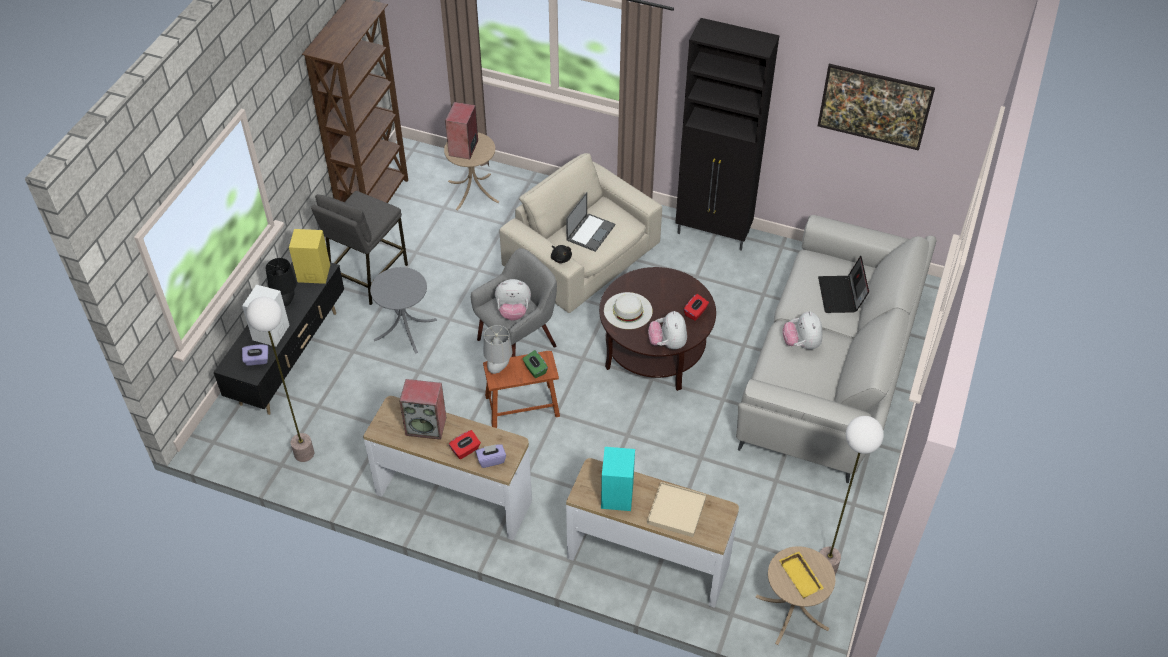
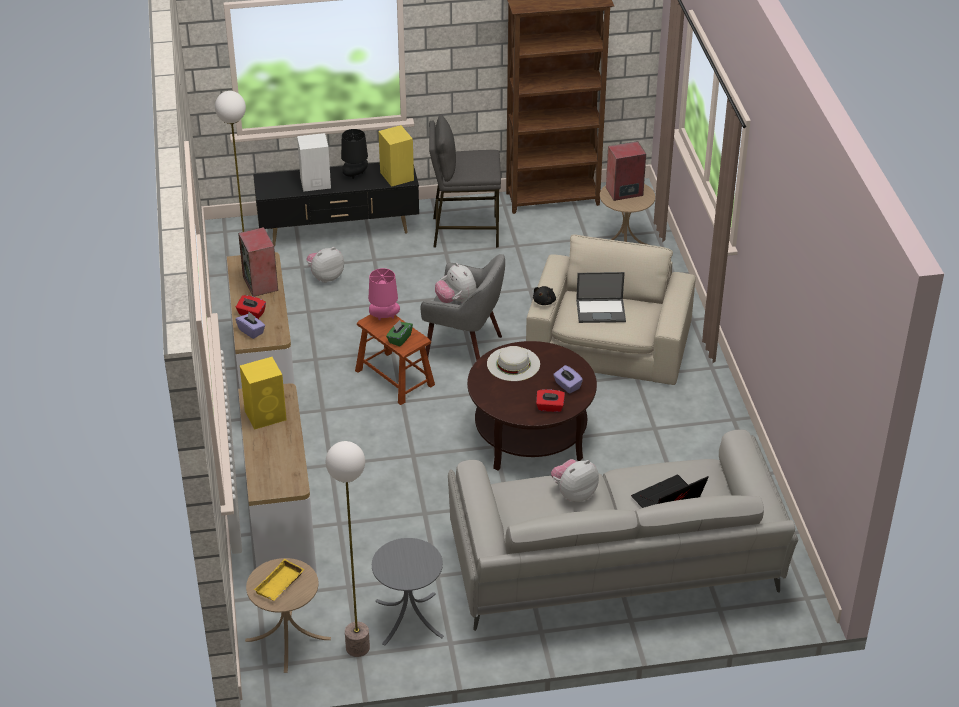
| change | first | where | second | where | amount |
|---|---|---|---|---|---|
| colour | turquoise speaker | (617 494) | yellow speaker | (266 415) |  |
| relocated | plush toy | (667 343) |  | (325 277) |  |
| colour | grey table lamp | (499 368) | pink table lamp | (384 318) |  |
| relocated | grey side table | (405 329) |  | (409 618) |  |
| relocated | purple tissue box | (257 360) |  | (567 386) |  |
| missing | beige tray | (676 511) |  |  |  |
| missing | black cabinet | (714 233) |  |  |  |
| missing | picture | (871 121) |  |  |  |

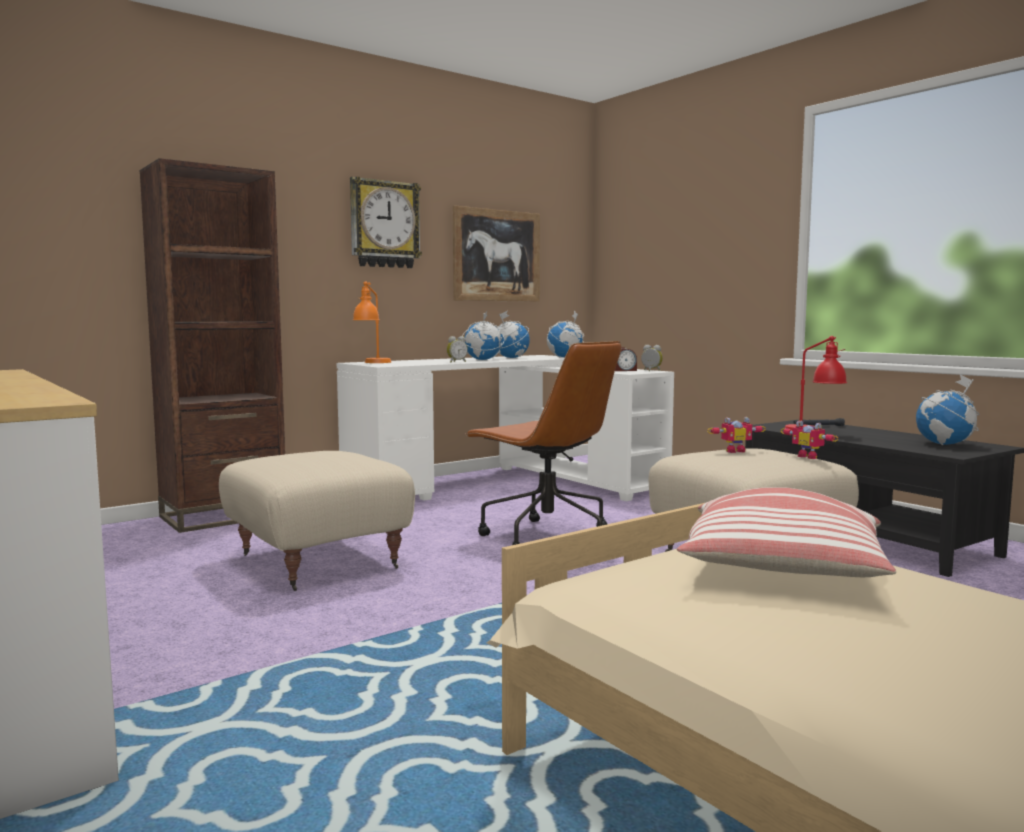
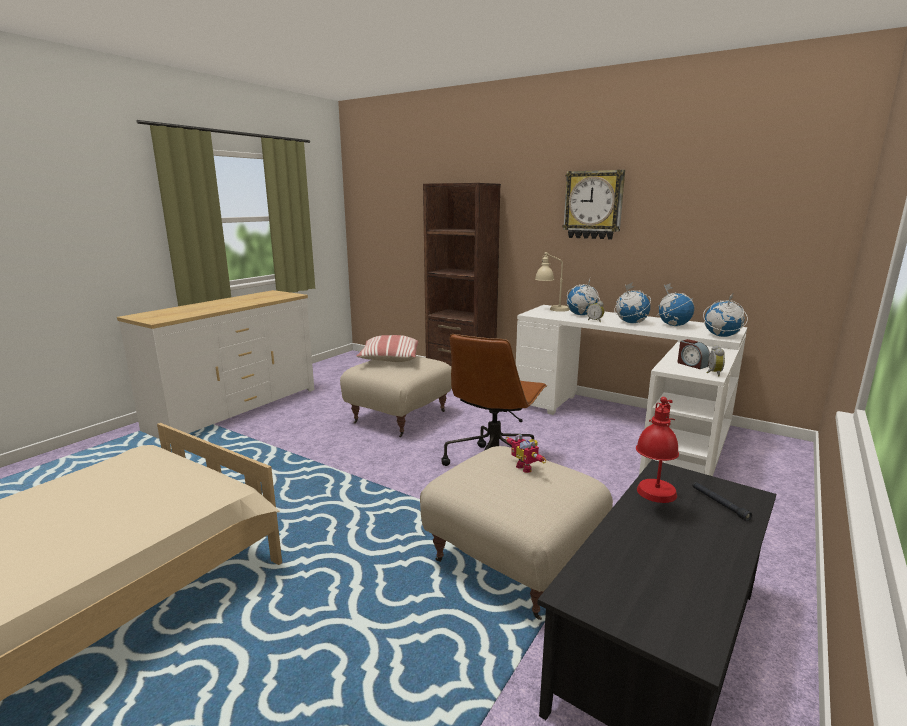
| change | first | where | second | where | amount |
|---|---|---|---|---|---|
| relocated | pillow | (783 571) |  | (389 359) |  |
| colour | orange table lamp | (373 363) | beige table lamp | (551 309) |  |
| relocated | globe | (945 444) |  | (581 315) |  |
| missing | picture | (497 256) |  |  |  |
| missing | toy robot | (809 456) |  |  |  |

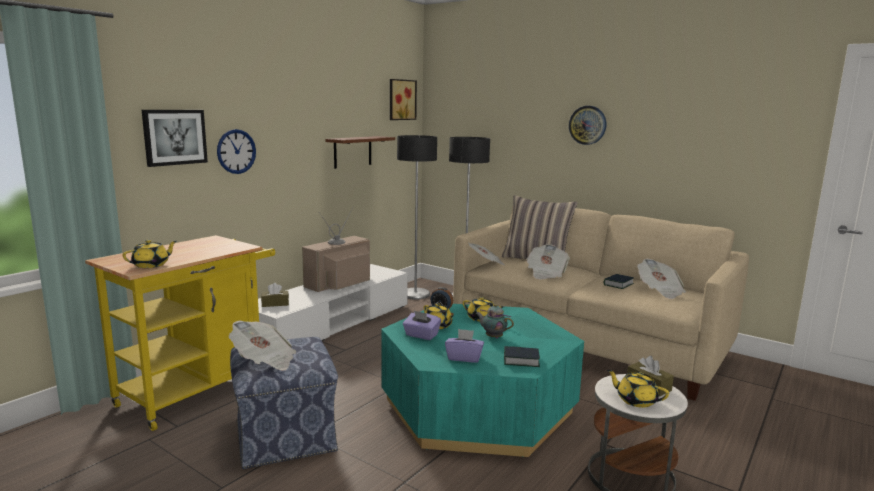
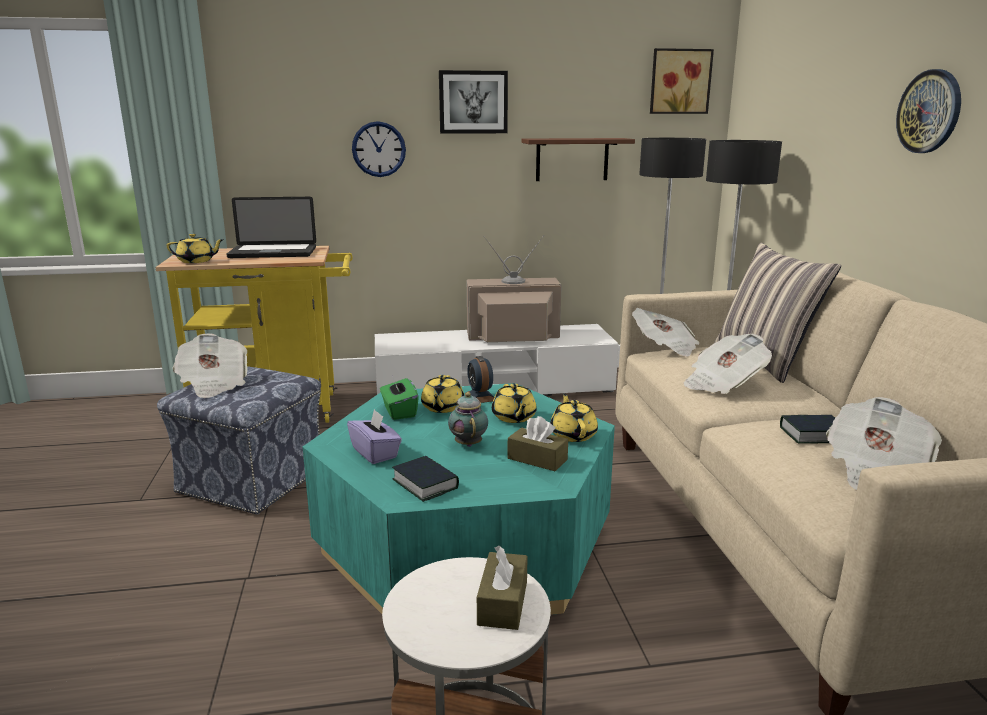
| change | first | where | second | where | amount |
|---|---|---|---|---|---|
| appeared |  |  | laptop | (273 253) |  |
| colour | purple tissue box | (421 335) | green tissue box | (399 411) |  |
| relocated | picture | (174 137) |  | (473 102) |  |
| relocated | brown tissue box | (275 304) |  | (537 459) |  |
| relocated | yellow teapot | (635 400) |  | (573 434) |  |

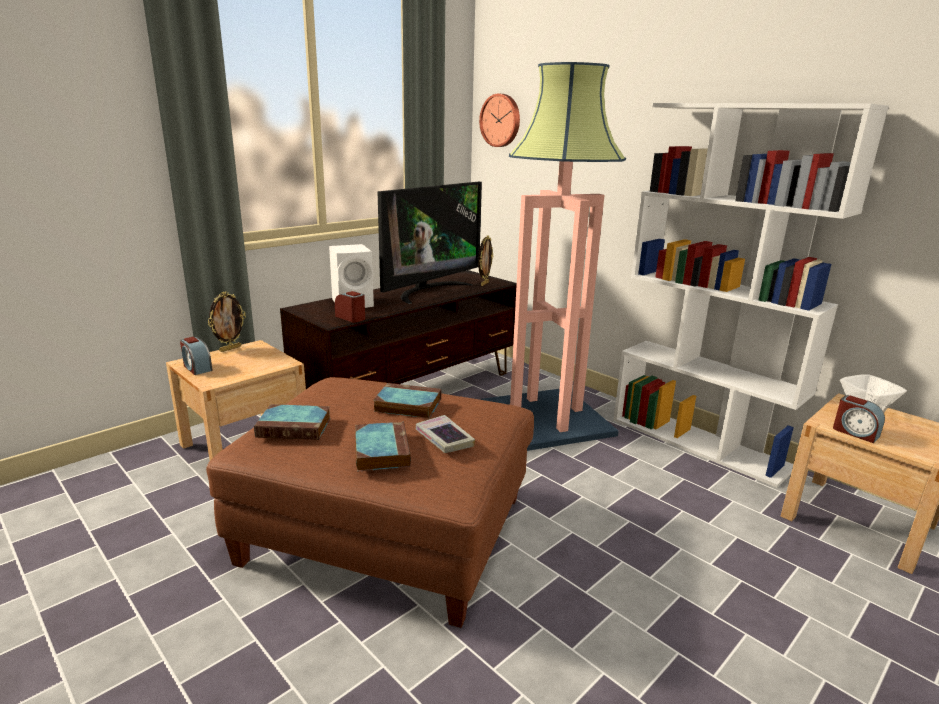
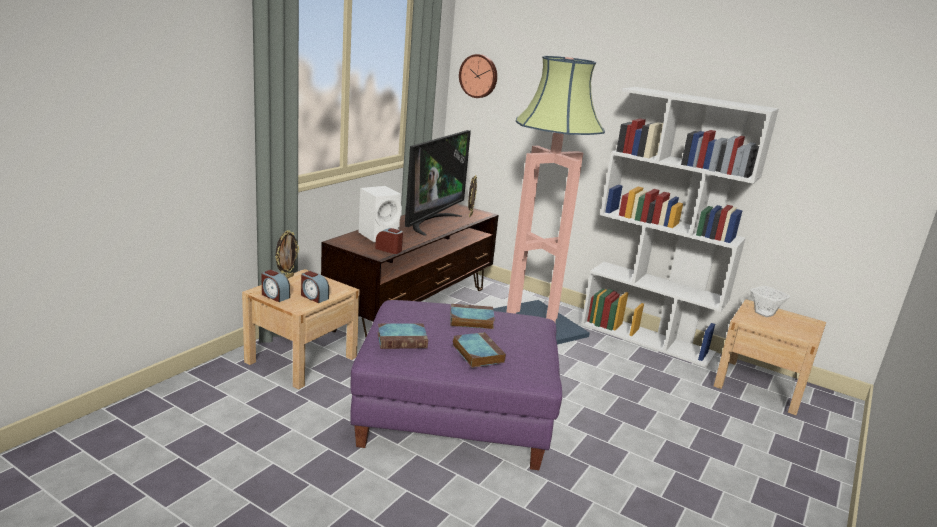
| change | first | where | second | where | amount |
|---|---|---|---|---|---|
| relocated | alarm clock | (855 432) |  | (314 297) |  |
| colour | brown ottoman | (389 529) | purple ottoman | (456 414) |  |
| missing | book | (444 439) |  |  |  |

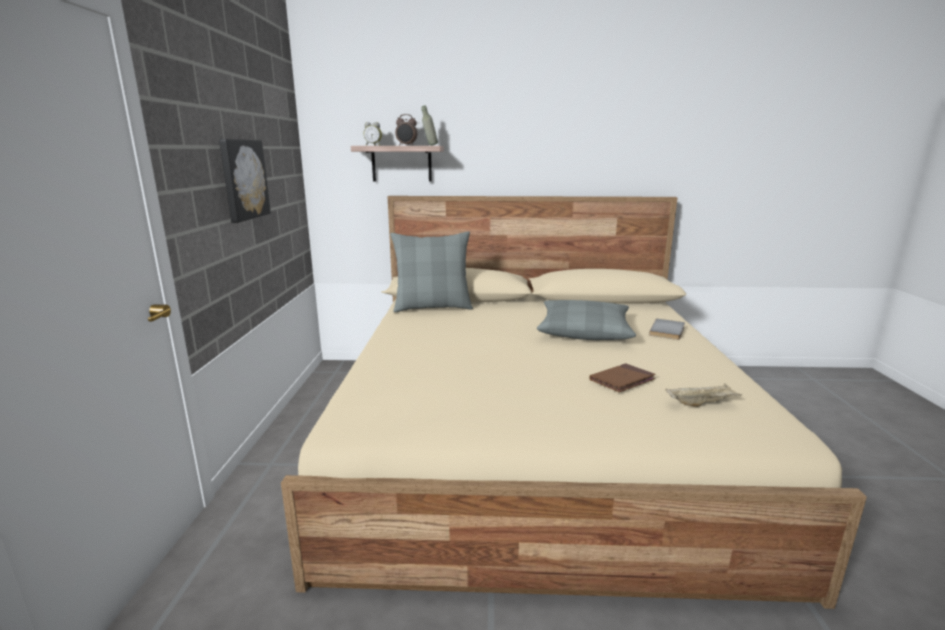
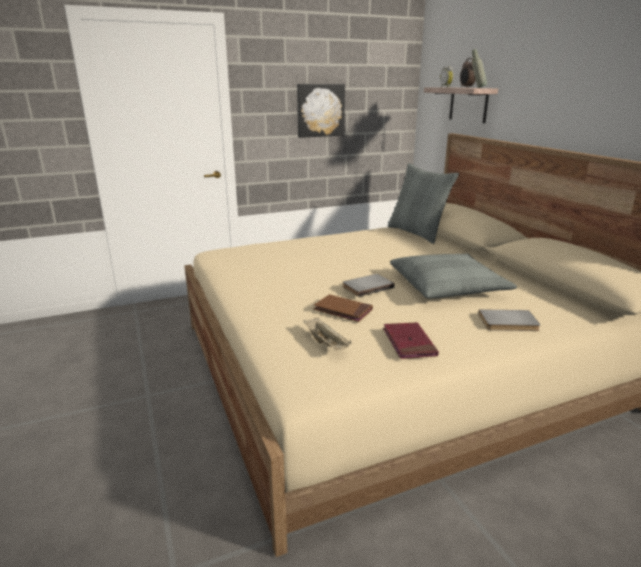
| change | first | where | second | where | amount |
|---|---|---|---|---|---|
| appeared |  |  | grey book | (367 286) |  |
| appeared |  |  | red book | (409 343) |  |

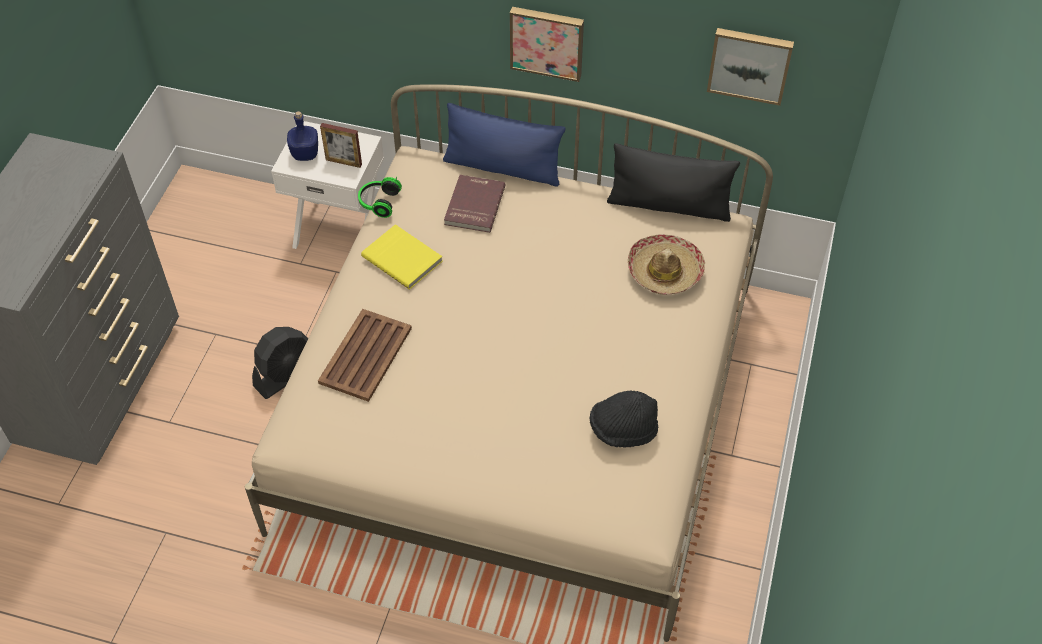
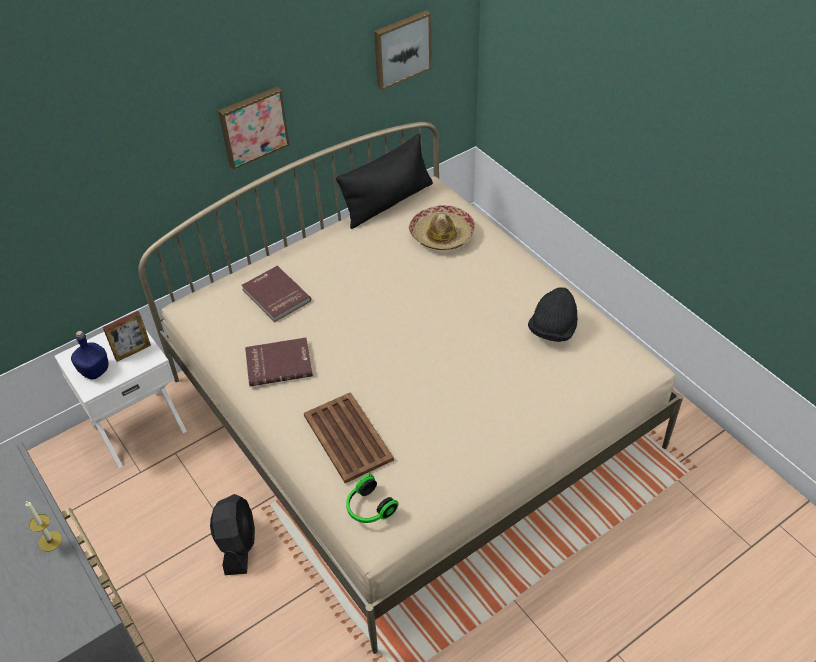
| change | first | where | second | where | amount |
|---|---|---|---|---|---|
| appeared |  |  | candle | (50 541) |  |
| colour | yellow book | (403 258) | red book | (279 363) |  |
| relocated | headphones | (378 202) |  | (369 508) |  |
| missing | blue pillow | (503 168) |  |  |  |

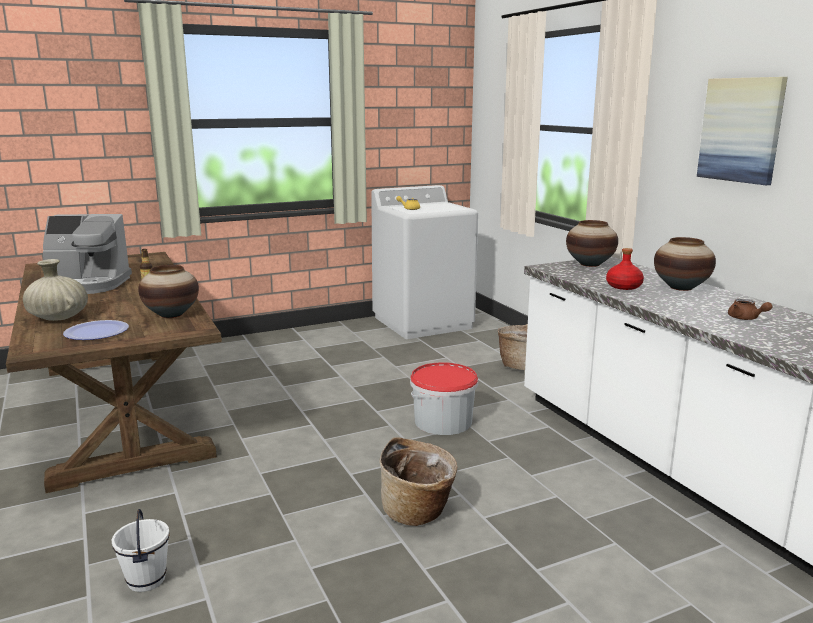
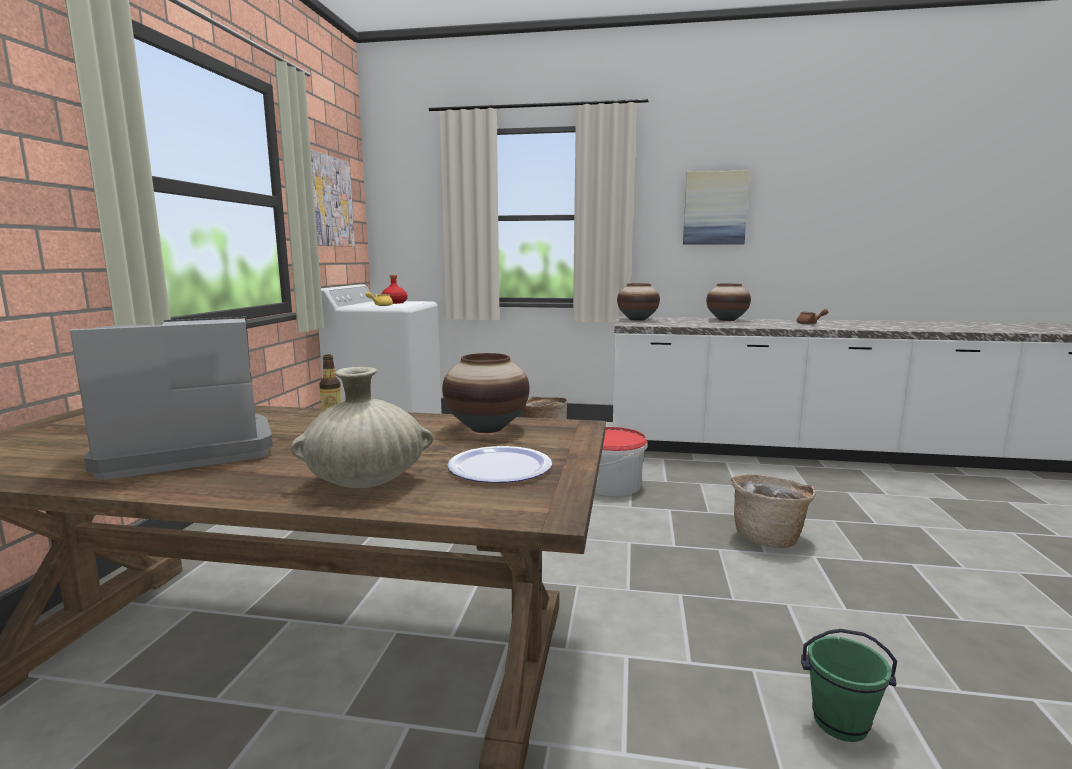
| change | first | where | second | where | amount |
|---|---|---|---|---|---|
| spun | coffee machine | (86 285) |  | (186 450) | 150 degrees counterclockwise |
| appeared |  |  | picture | (327 201) |  |
| relocated | red bottle | (623 286) |  | (394 303) |  |
| colour | white bucket | (145 580) | green bucket | (840 724) |  |

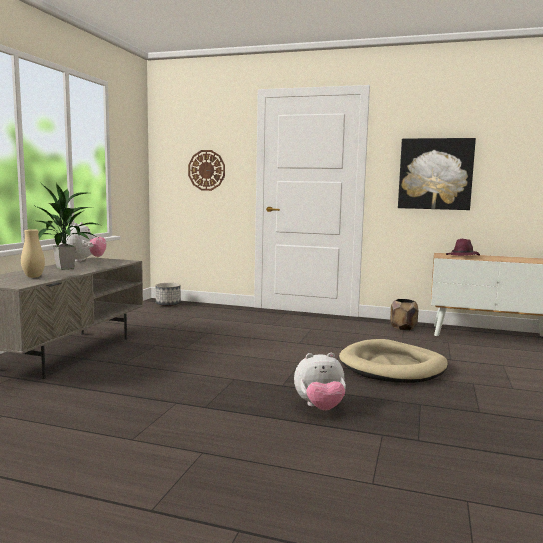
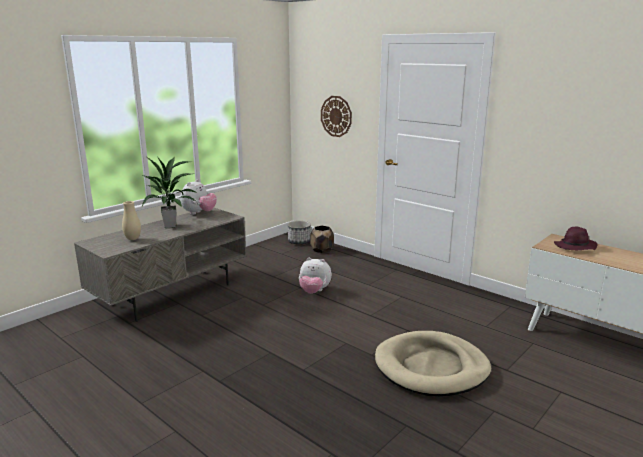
| change | first | where | second | where | amount |
|---|---|---|---|---|---|
| relocated | plush toy | (320 407) |  | (314 291) |  |
| relocated | brown planter | (402 327) |  | (321 250) |  |
| missing | picture | (435 174) |  |  |  |

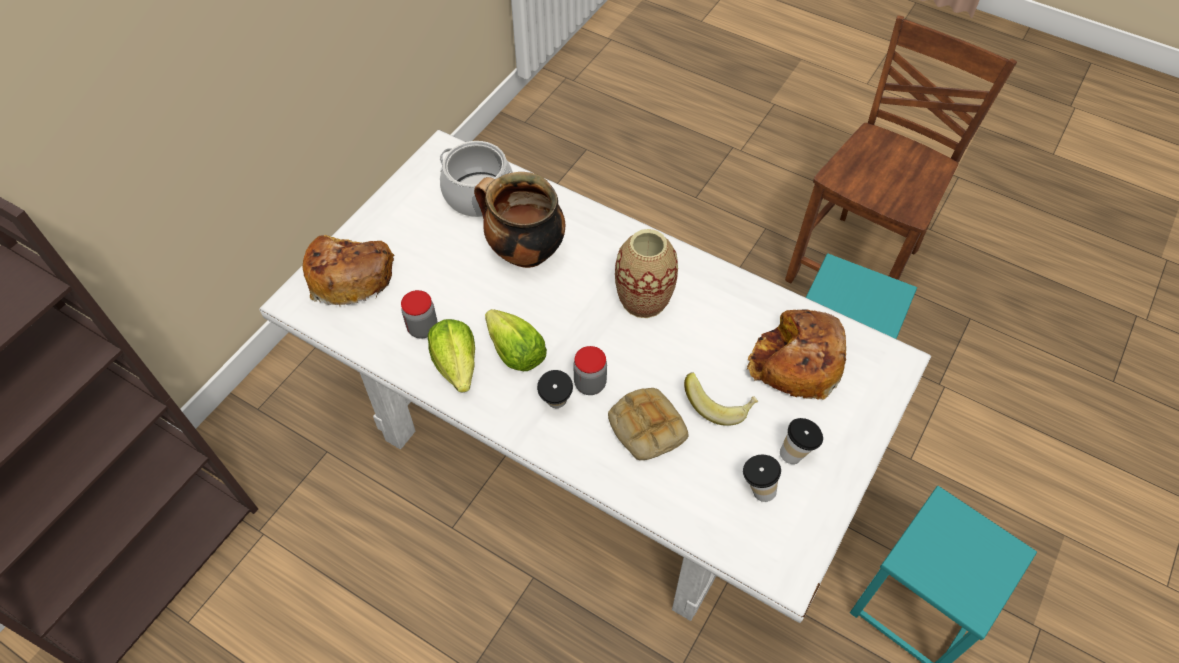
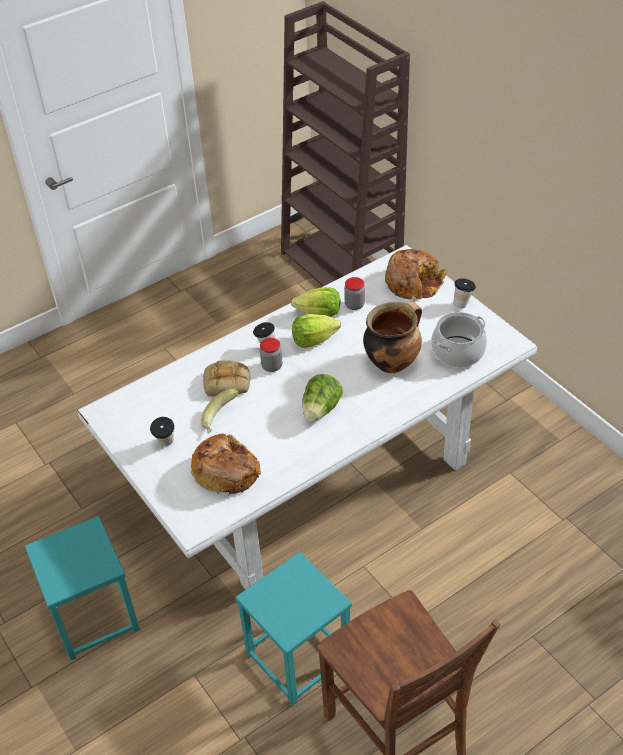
| change | first | where | second | where | amount |
|---|---|---|---|---|---|
| exchanged | vase | (643 300) | lettuce | (321 410) |  |
| relocated | cup | (757 489) |  | (462 303) |  |

